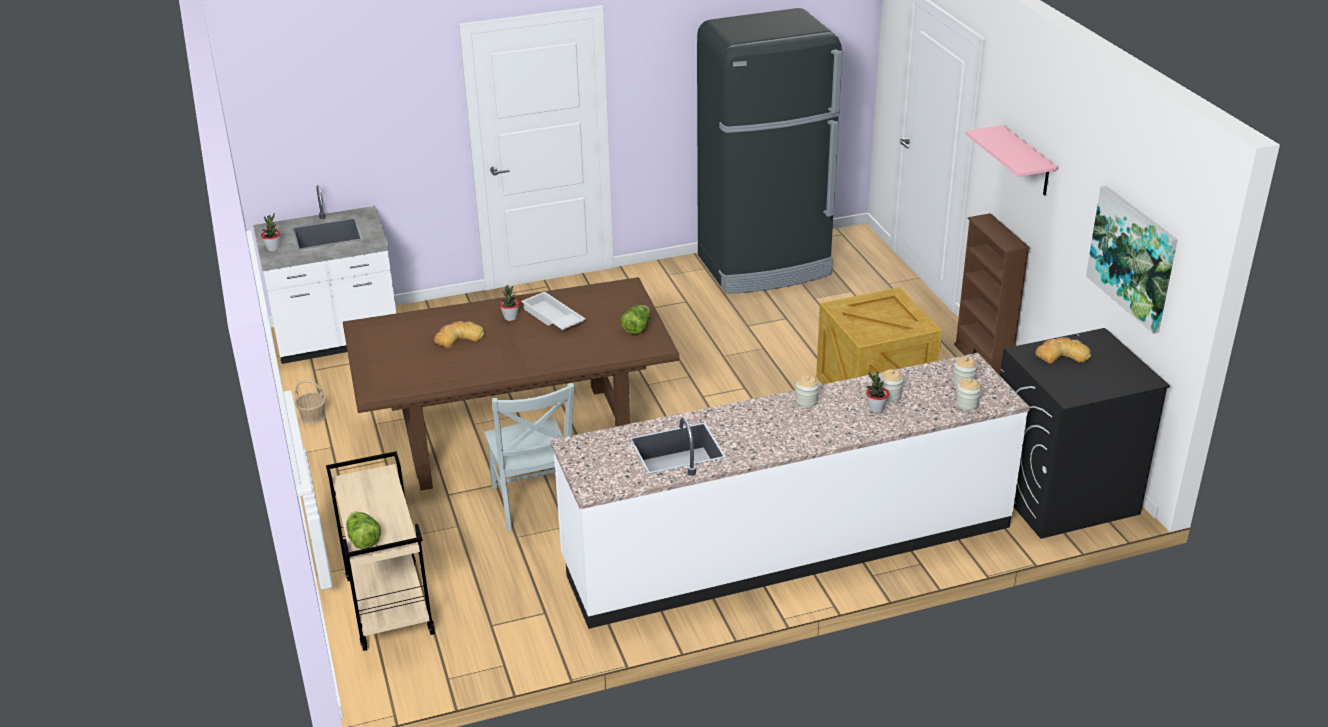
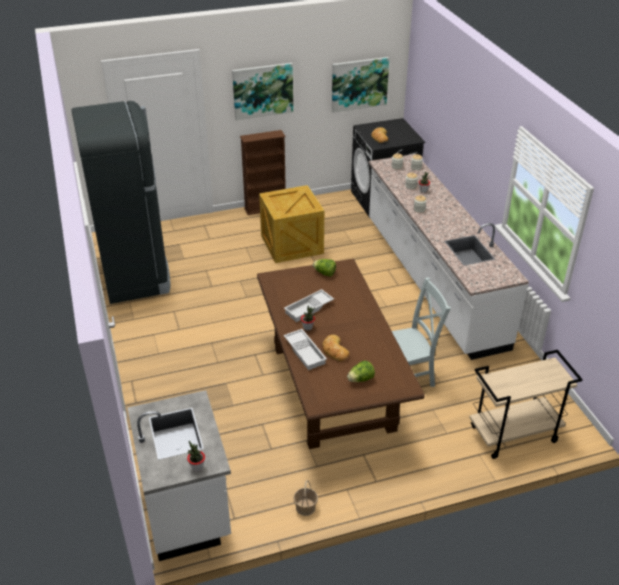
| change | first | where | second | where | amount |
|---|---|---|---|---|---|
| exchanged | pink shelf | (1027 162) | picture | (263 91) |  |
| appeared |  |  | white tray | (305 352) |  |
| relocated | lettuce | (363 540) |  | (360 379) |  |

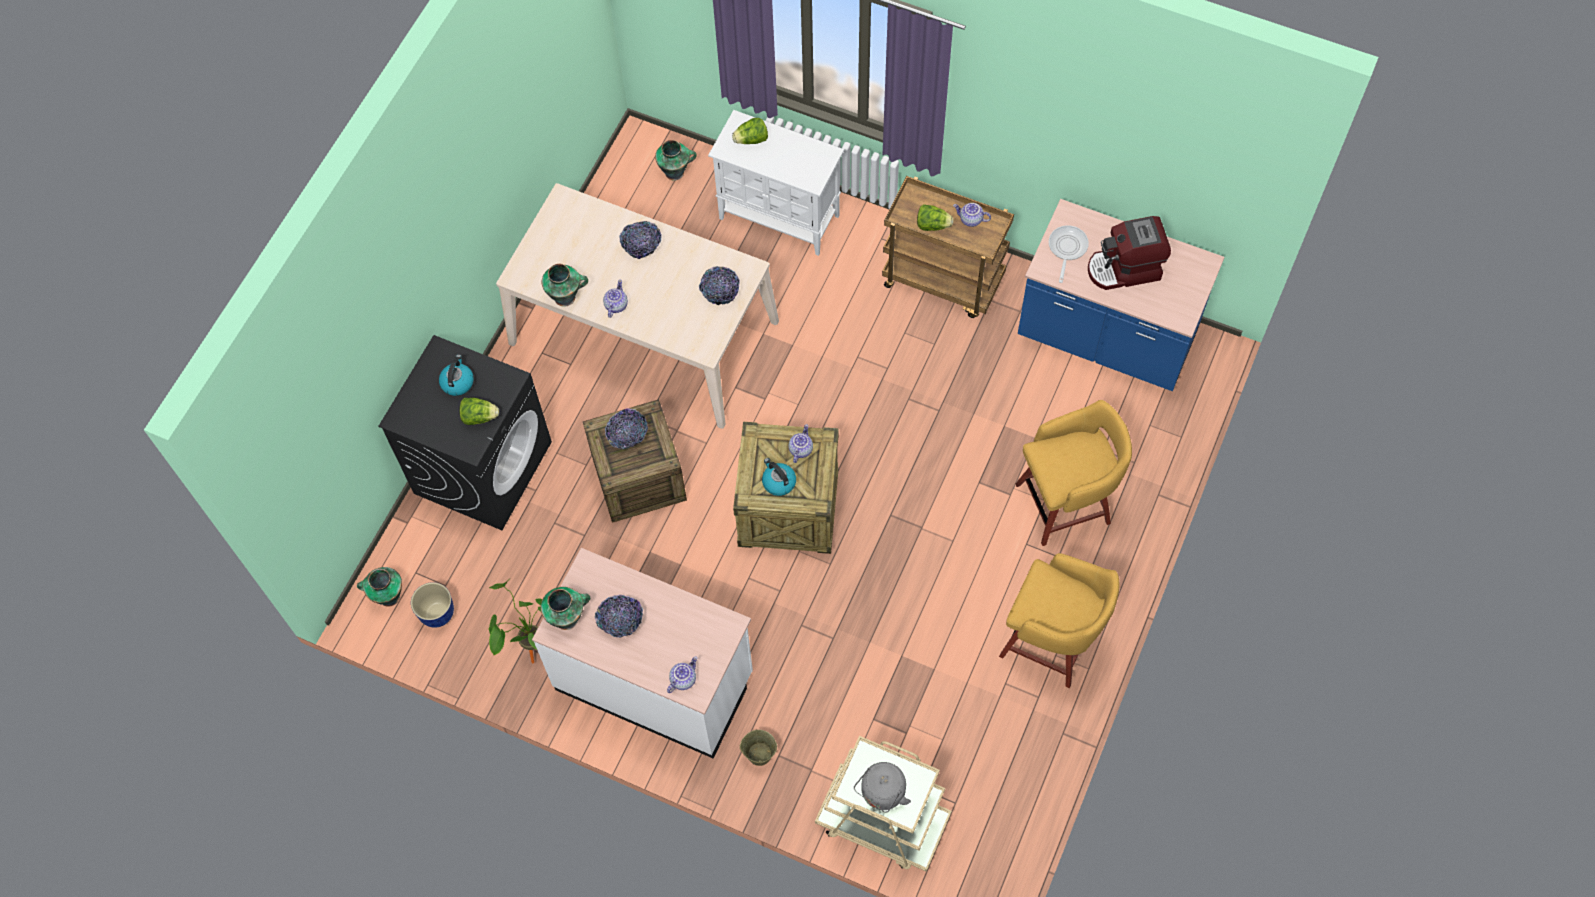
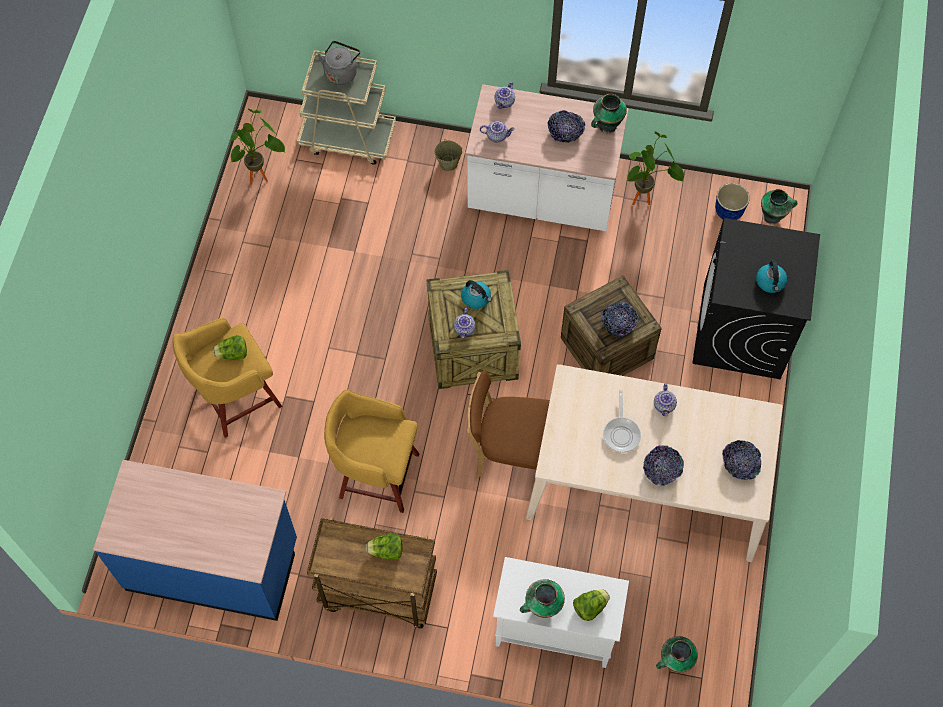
| change | first | where | second | where | amount |
|---|---|---|---|---|---|
| relocated | lettuce | (479 417) |  | (233 354) |  |
| appeared |  |  | potted plant | (262 176) |  |
| relocated | yellow stool | (1052 642) |  | (376 474) |  |
| appeared |  |  | brown chair | (509 453) |  |
| relocated | teapot | (970 220) |  | (497 136) |  |
| relocated | vase | (566 297) |  | (542 608) |  |
| relocated | frying pan | (1066 249) |  | (621 433) |  |
| relocated | bowl | (720 291) |  | (739 464) |  |
| missing | coffee machine | (1124 269) |  |  |  |

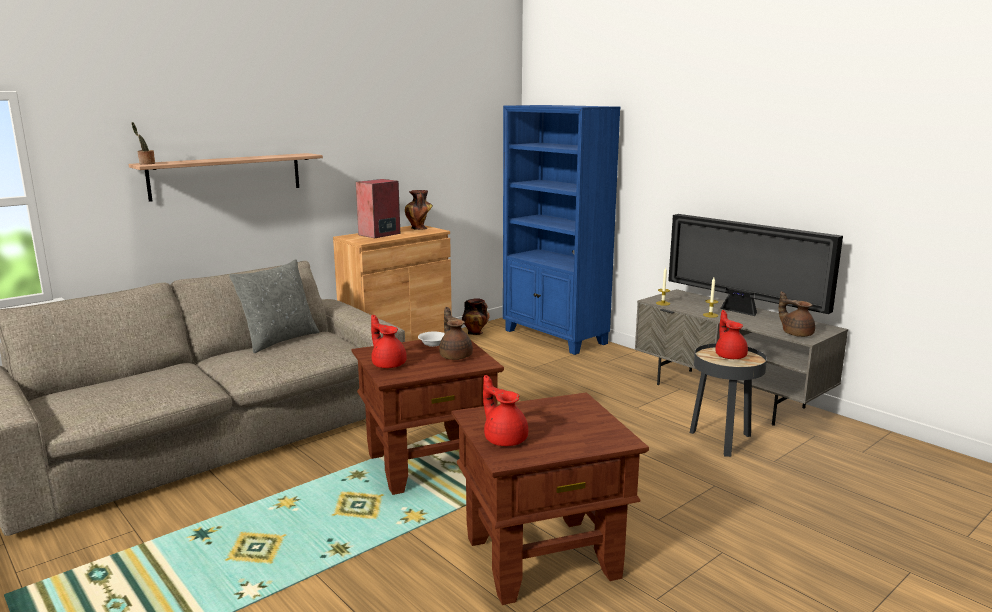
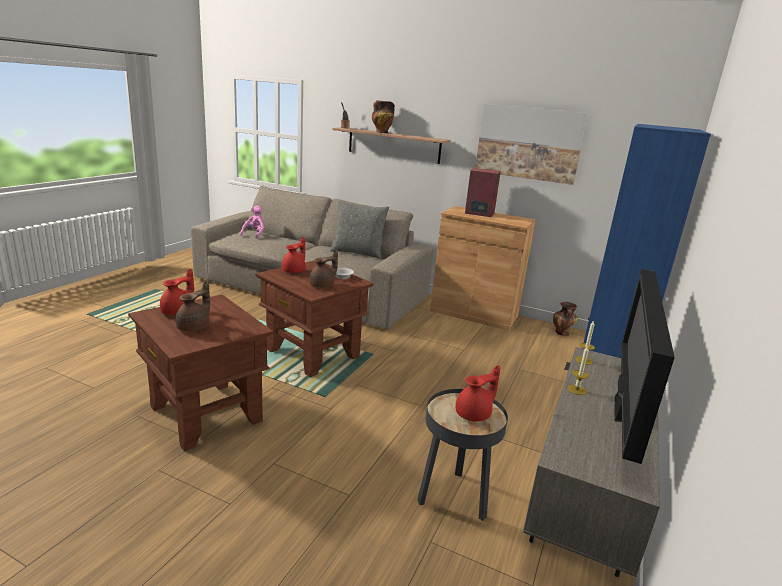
| change | first | where | second | where | amount |
|---|---|---|---|---|---|
| relocated | brown teapot | (796 333) |  | (194 327) |  |
| appeared |  |  | pink plush toy | (254 234) |  |
| relocated | vase | (419 228) |  | (382 132) |  |
| appeared |  |  | picture | (528 143) |  |

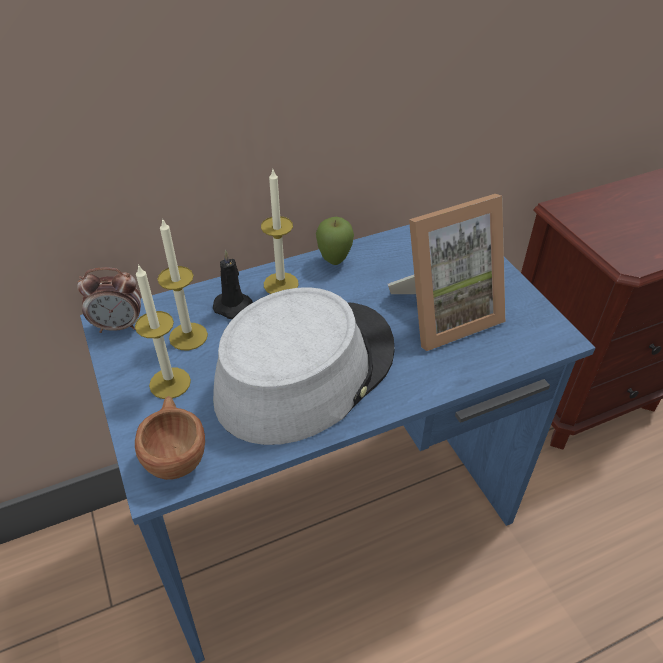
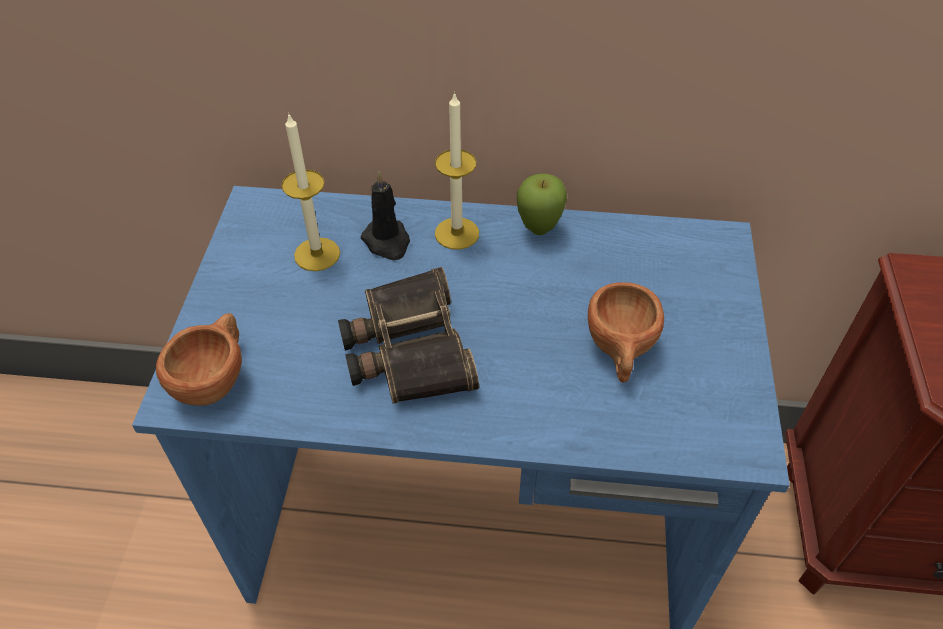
| change | first | where | second | where | amount |
|---|---|---|---|---|---|
| exchanged | grey hat | (305 371) | binoculars | (406 348) |  |
| exchanged | picture frame | (444 314) | brown cup | (620 351) |  |
| missing | alarm clock | (119 326) |  |  |  |
| missing | candle | (170 383) |  |  |  |

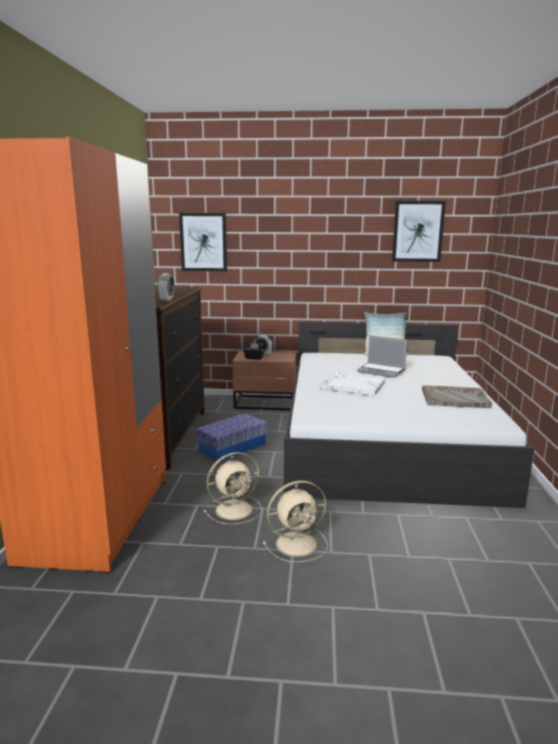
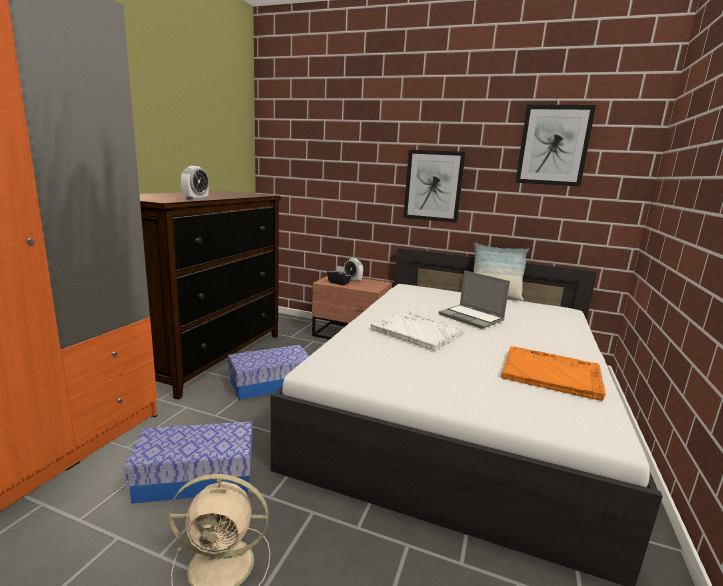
| change | first | where | second | where | amount |
|---|---|---|---|---|---|
| exchanged | beige fan | (235 509) | storage box | (196 477) |  |
| relocated | picture | (203 242) |  | (433 186) |  |
| colour | grey tray | (455 398) | orange tray | (552 374) |  |

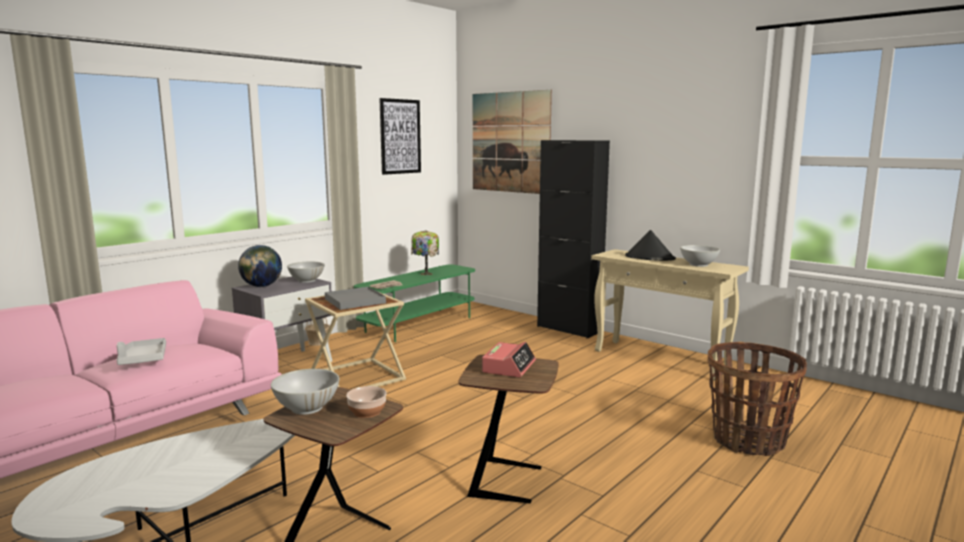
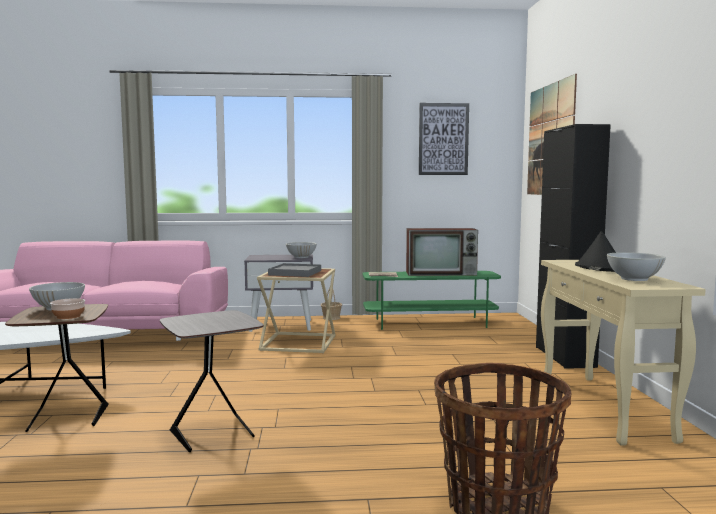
| change | first | where | second | where | amount |
|---|---|---|---|---|---|
| colour | brown side table | (508 481) | grey side table | (214 434) |  |
| exchanged | table lamp | (425 274) | television | (442 273) |  |
| missing | grey tray | (143 359) |  |  |  |
| missing | globe | (261 286) |  |  |  |
| missing | alarm clock | (509 367) |  |  |  |

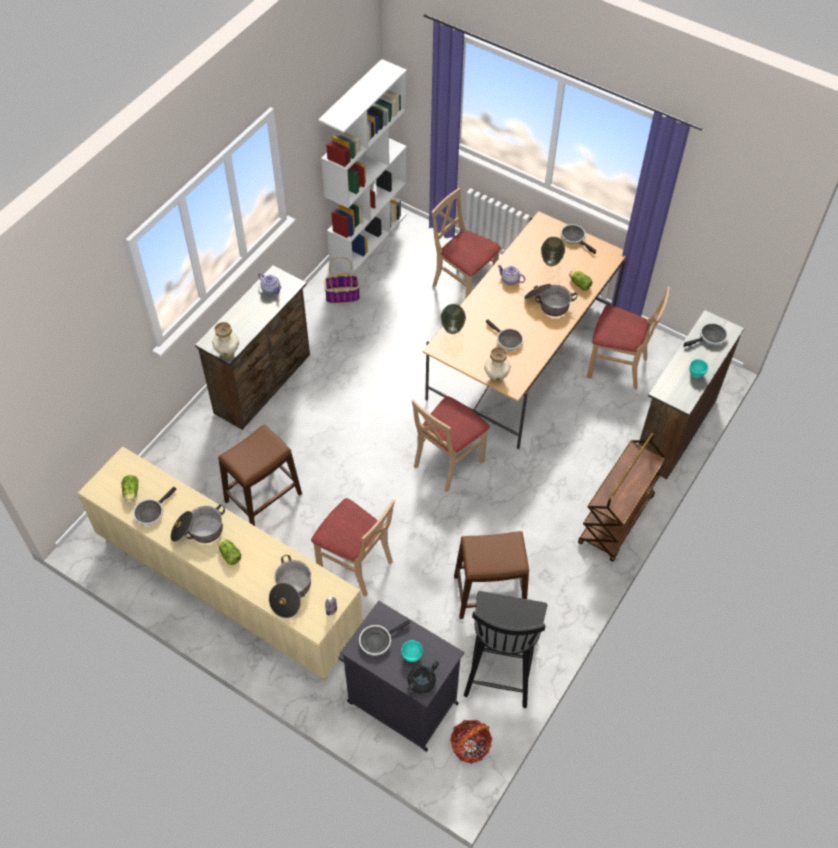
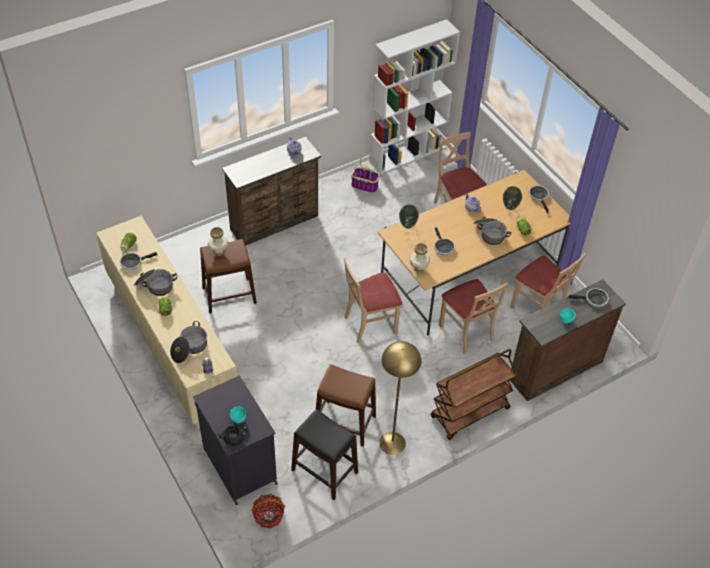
| change | first | where | second | where | amount |
|---|---|---|---|---|---|
| relocated | vase | (227 354) |  | (218 252) |  |
| exchanged | black chair | (501 663) | black stool | (324 471) |  |
| appeared |  |  | yellow floor lamp | (392 443) |  |
| relocated | beige chair | (355 564) |  | (466 331) |  |
| missing | frying pan | (378 640) |  |  |  |

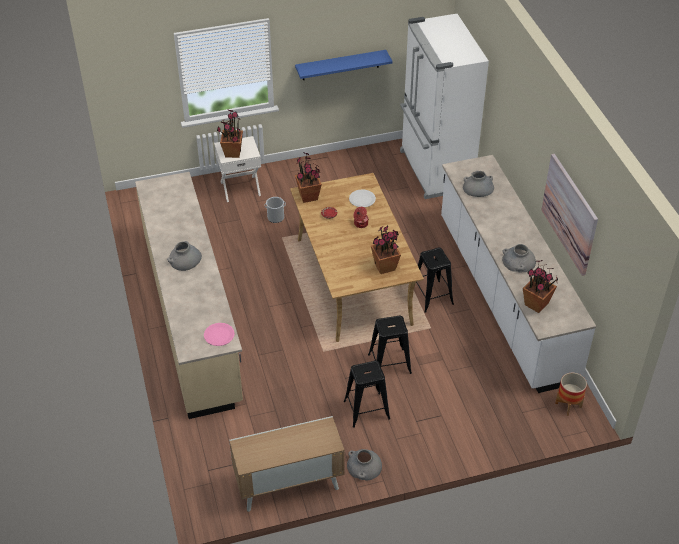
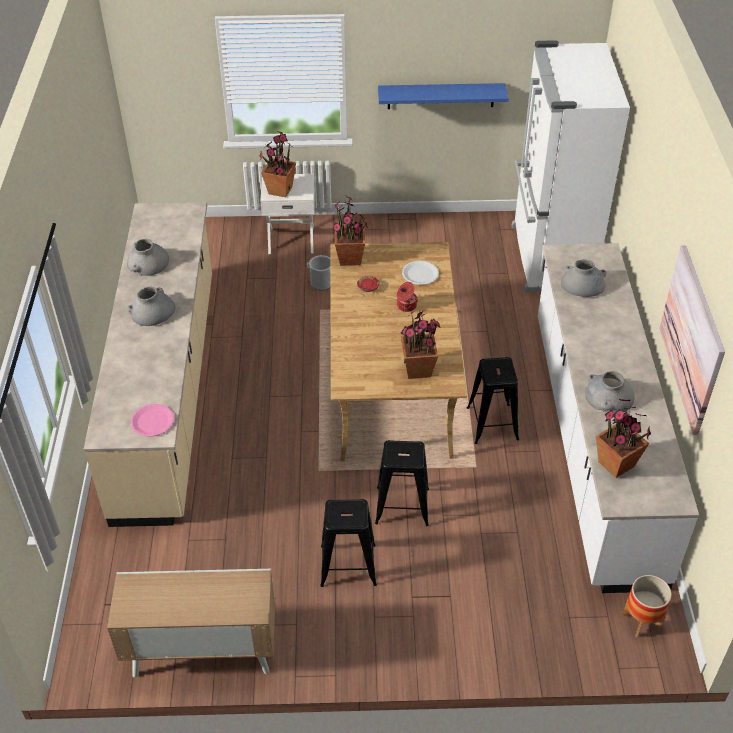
| change | first | where | second | where | amount |
|---|---|---|---|---|---|
| relocated | grey vase | (364 466) |  | (148 262) |  |

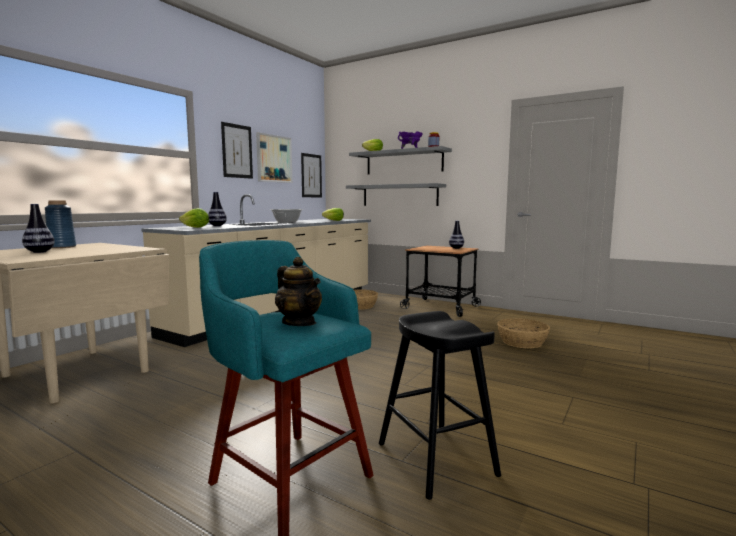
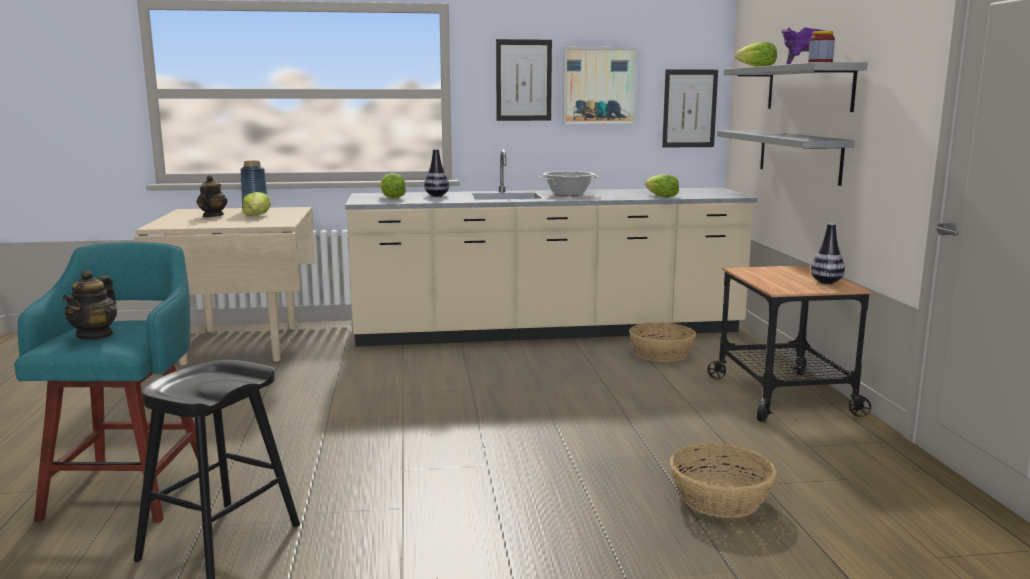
| change | first | where | second | where | amount |
|---|---|---|---|---|---|
| exchanged | vase | (39 252) | teapot | (212 216) |  |
| appeared |  |  | lettuce | (257 216) |  |

